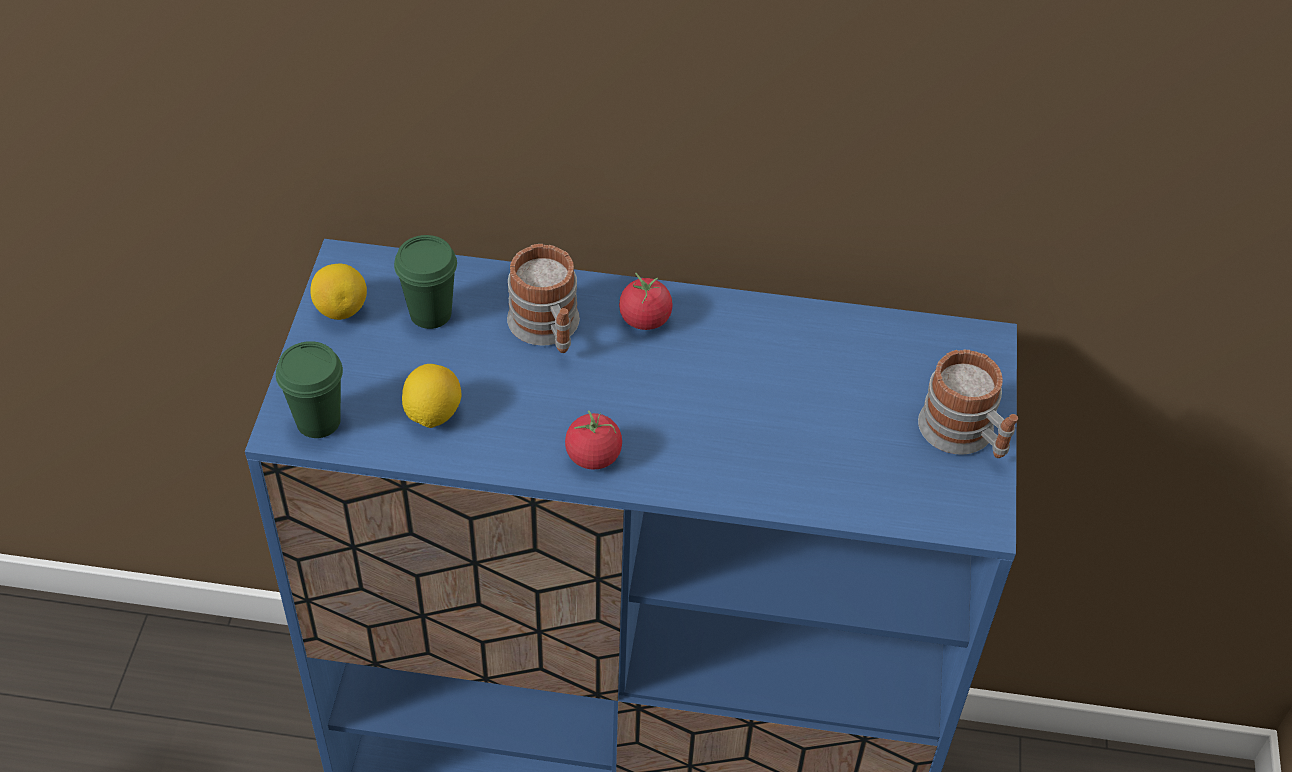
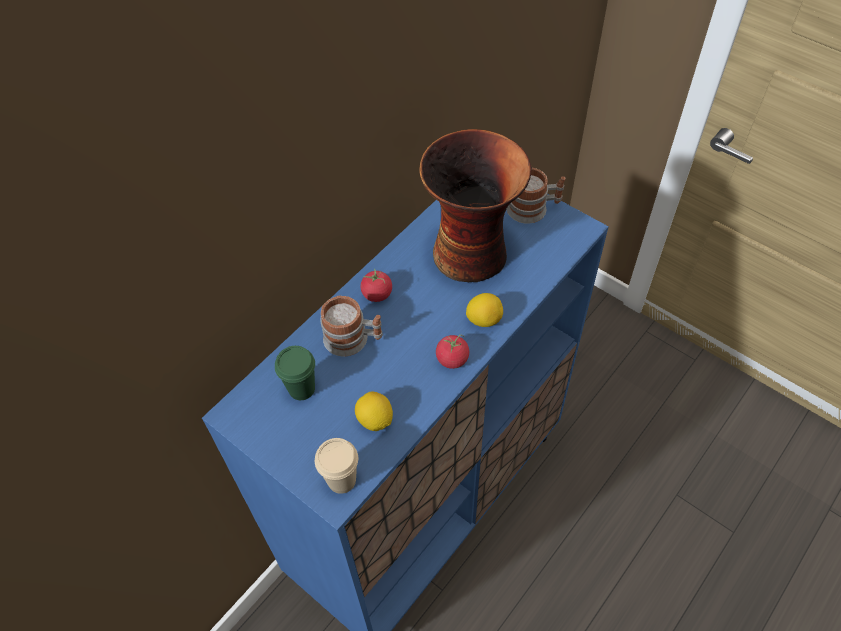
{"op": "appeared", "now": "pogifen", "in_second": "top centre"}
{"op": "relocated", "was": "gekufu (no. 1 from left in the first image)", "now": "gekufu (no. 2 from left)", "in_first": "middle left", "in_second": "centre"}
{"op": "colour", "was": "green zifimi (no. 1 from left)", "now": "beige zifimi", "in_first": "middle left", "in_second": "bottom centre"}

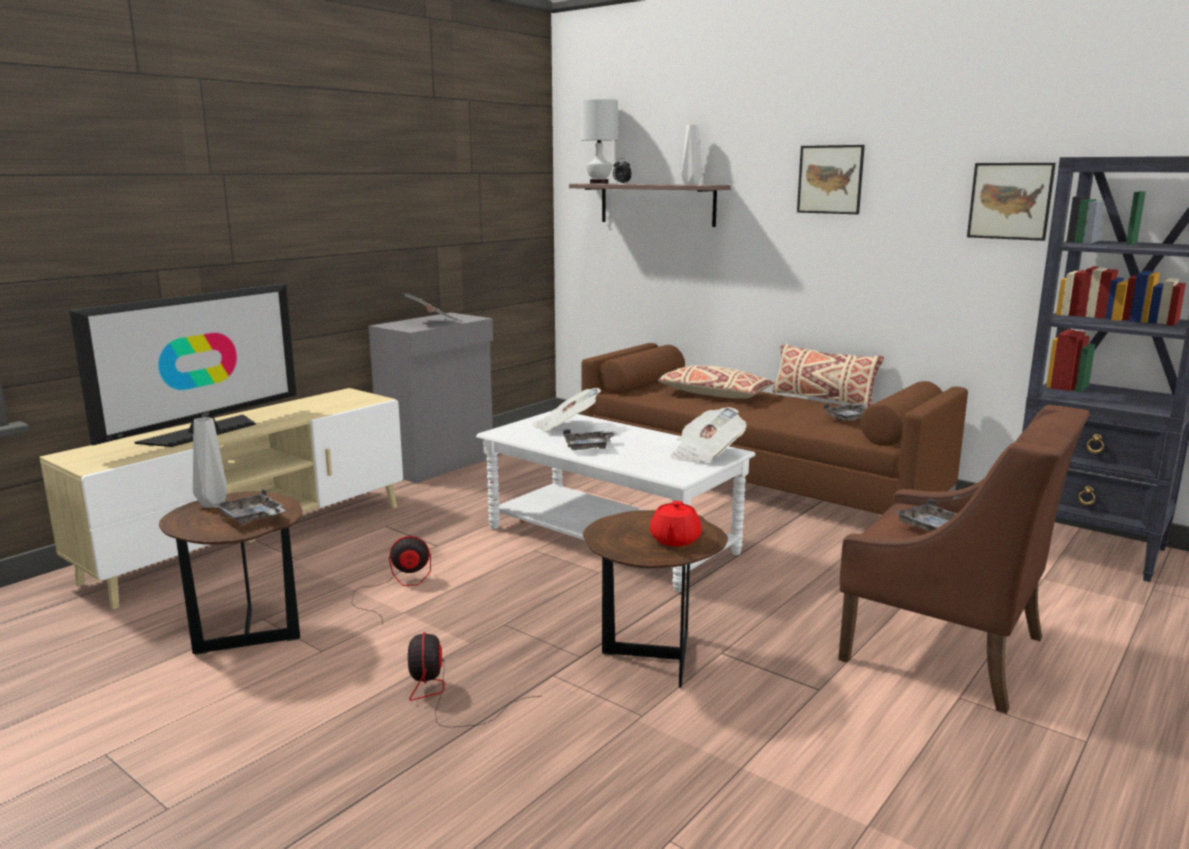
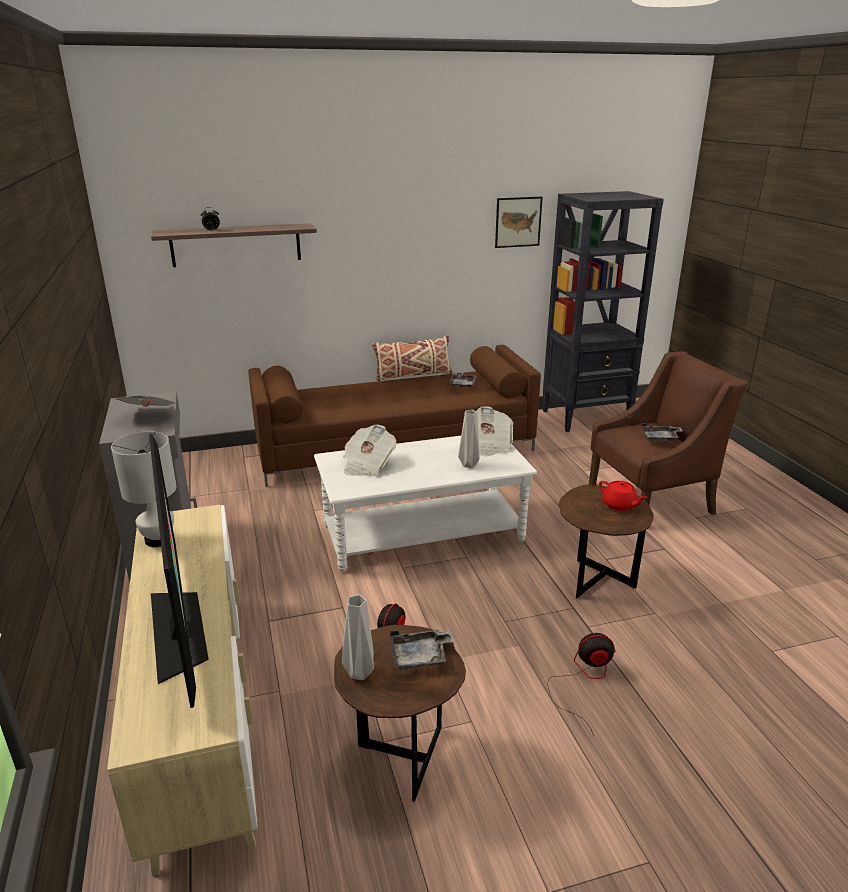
{"op": "missing", "was": "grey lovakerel (no. 2 from left)", "in_first": "centre"}
{"op": "missing", "was": "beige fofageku (no. 1 from left)", "in_first": "centre"}
{"op": "missing", "was": "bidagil (no. 1 from left)", "in_first": "top right"}
{"op": "relocated", "was": "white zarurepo", "in_first": "top centre", "in_second": "middle left"}
{"op": "relocated", "was": "grey pogifen (no. 2 from left)", "in_first": "top centre", "in_second": "centre"}
{"op": "spun", "was": "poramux (no. 2 from left)", "in_first": "bottom centre", "in_second": "bottom right", "clockwise": 150}

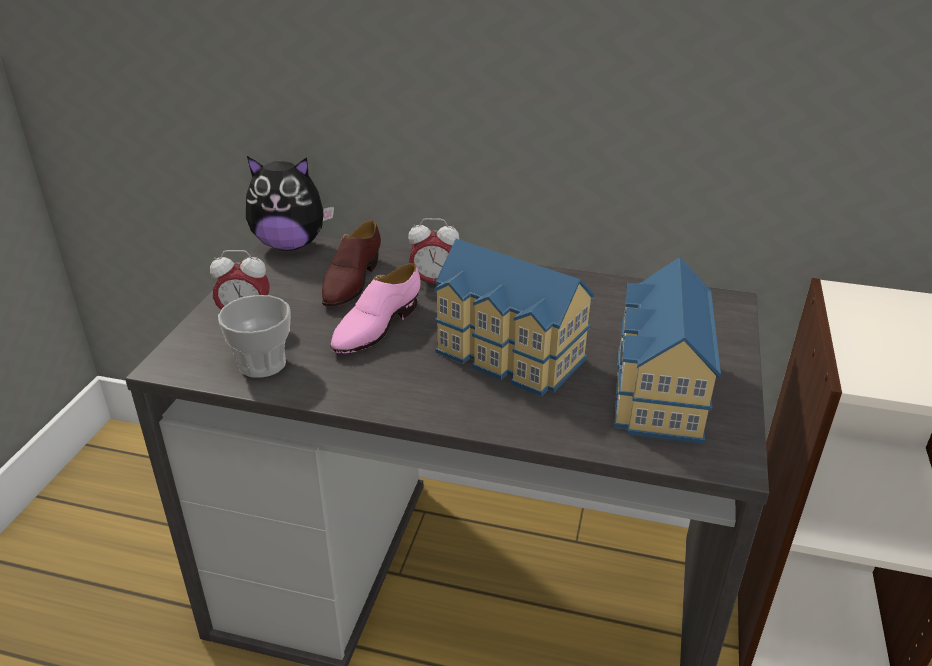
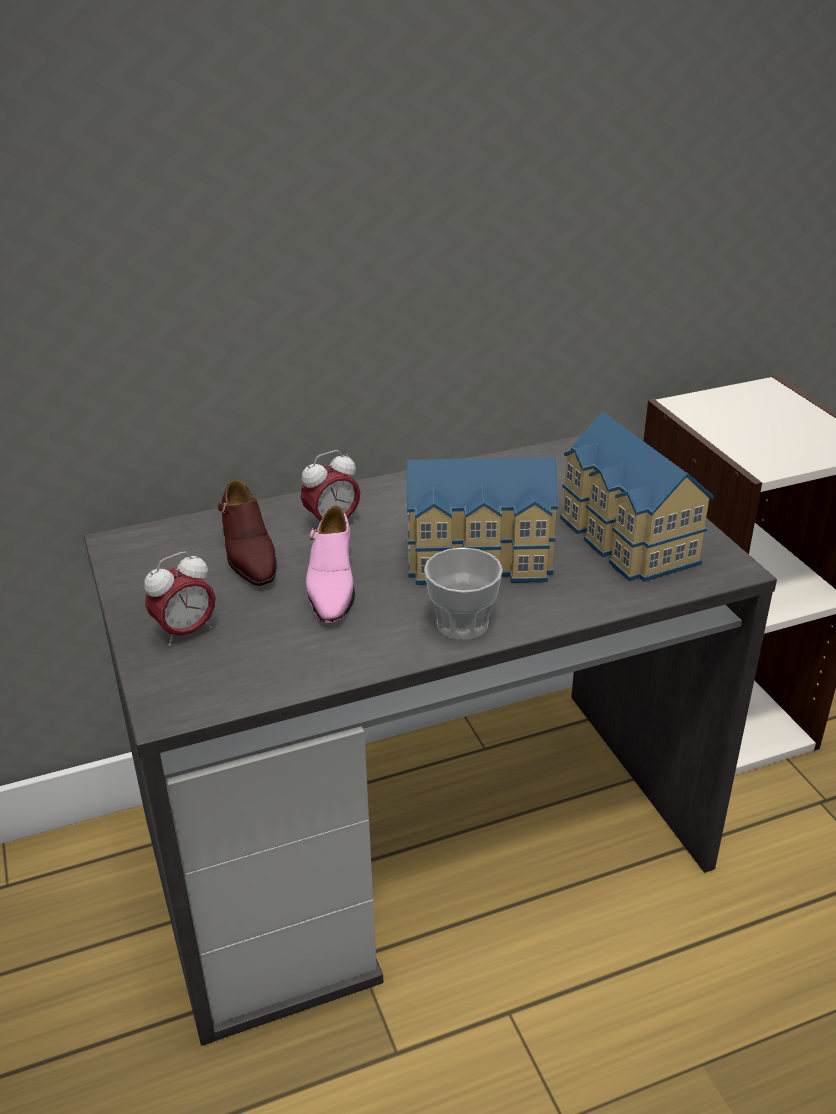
{"op": "missing", "was": "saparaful", "in_first": "top left"}
{"op": "relocated", "was": "zifimi", "in_first": "middle left", "in_second": "centre"}

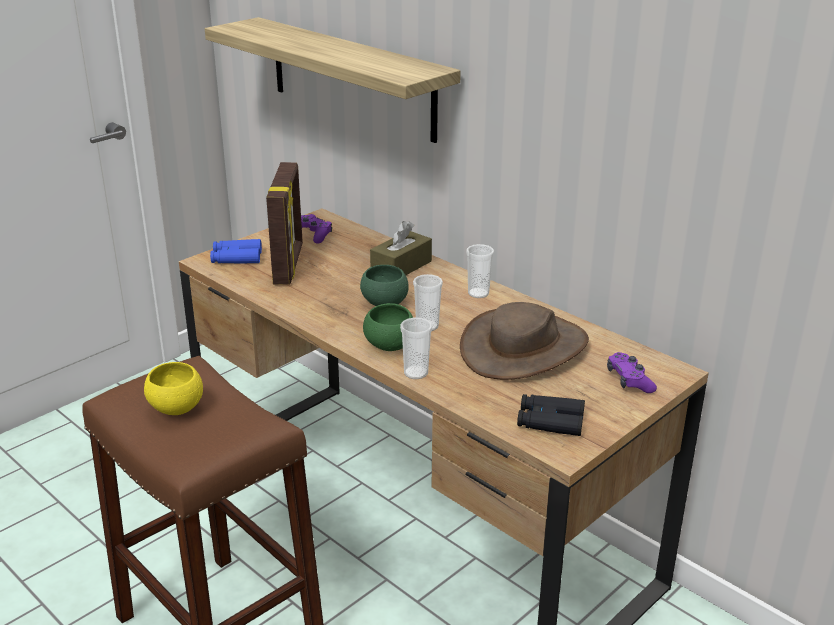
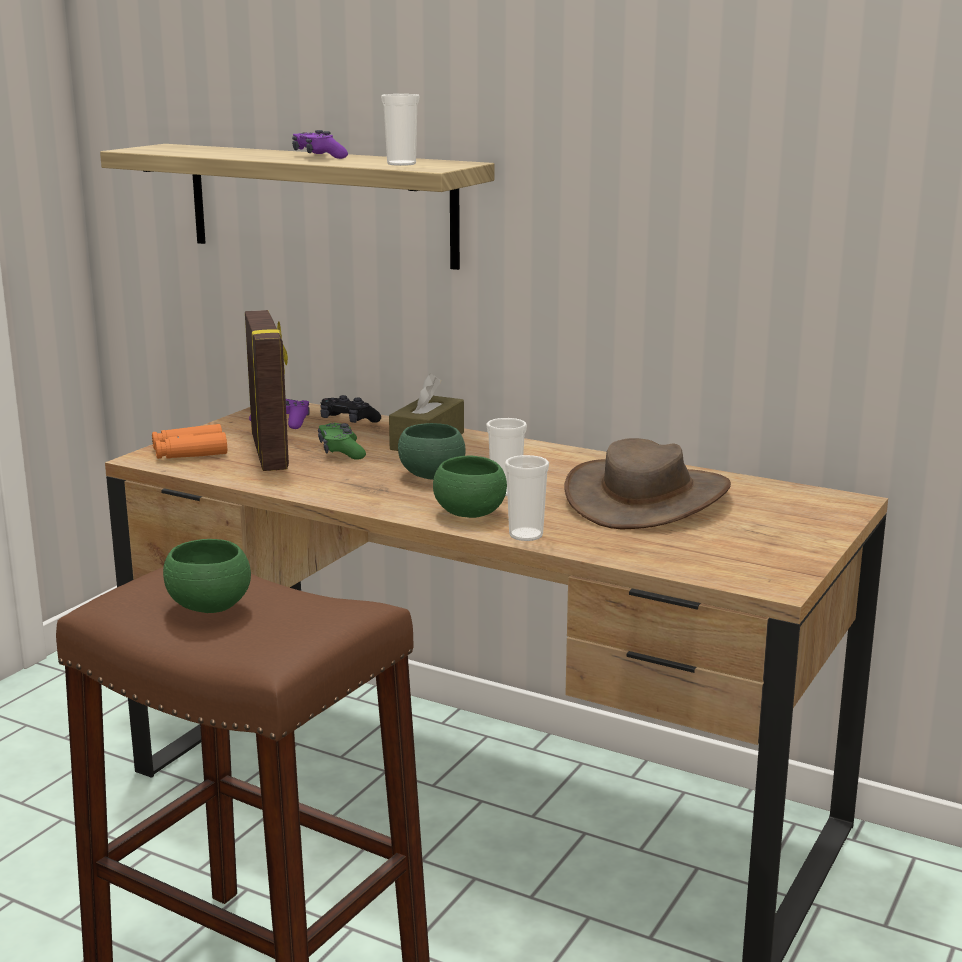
{"op": "missing", "was": "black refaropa", "in_first": "centre"}
{"op": "appeared", "now": "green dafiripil", "in_second": "centre"}
{"op": "appeared", "now": "black dafiripil", "in_second": "centre"}
{"op": "relocated", "was": "zifimi (no. 3 from left in the first image)", "now": "zifimi (no. 1 from left)", "in_first": "centre", "in_second": "top centre"}
{"op": "relocated", "was": "purple dafiripil (no. 2 from left)", "in_first": "middle right", "in_second": "top left"}
{"op": "colour", "was": "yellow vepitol", "now": "green vepitol (no. 1 from left)", "in_first": "middle left", "in_second": "middle left"}
{"op": "colour", "was": "blue refaropa", "now": "orange refaropa", "in_first": "middle left", "in_second": "middle left"}

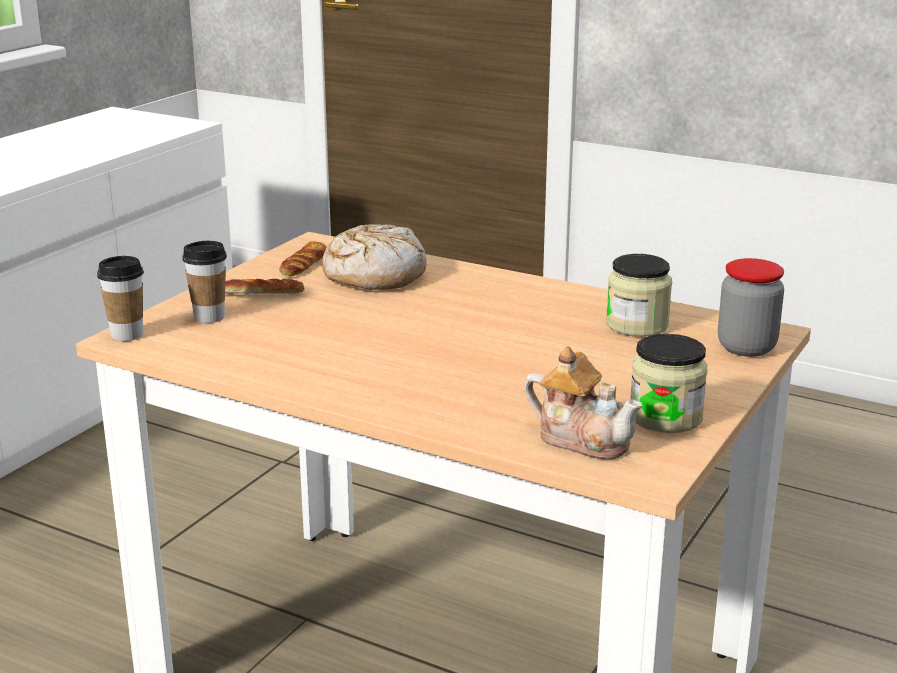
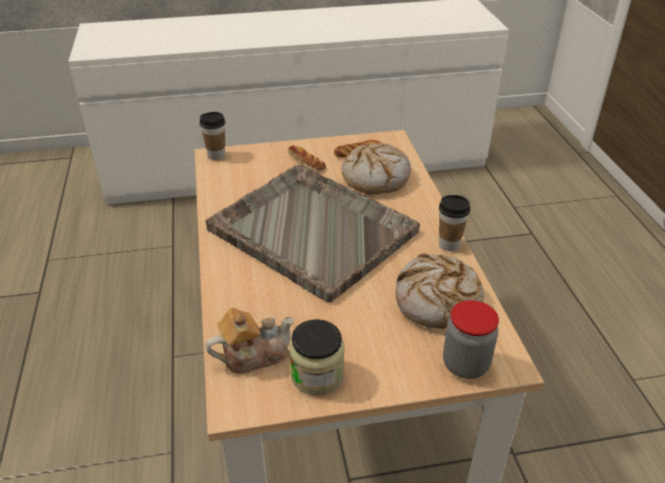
{"op": "appeared", "now": "grey lovakerel", "in_second": "centre"}
{"op": "relocated", "was": "zifimi (no. 2 from left)", "in_first": "middle left", "in_second": "middle right"}
{"op": "exchanged", "was": "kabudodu (no. 1 from left)", "now": "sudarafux (no. 4 from left)", "in_first": "middle right", "in_second": "centre"}
{"op": "spun", "was": "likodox", "in_first": "centre", "in_second": "bottom centre", "clockwise": -105}

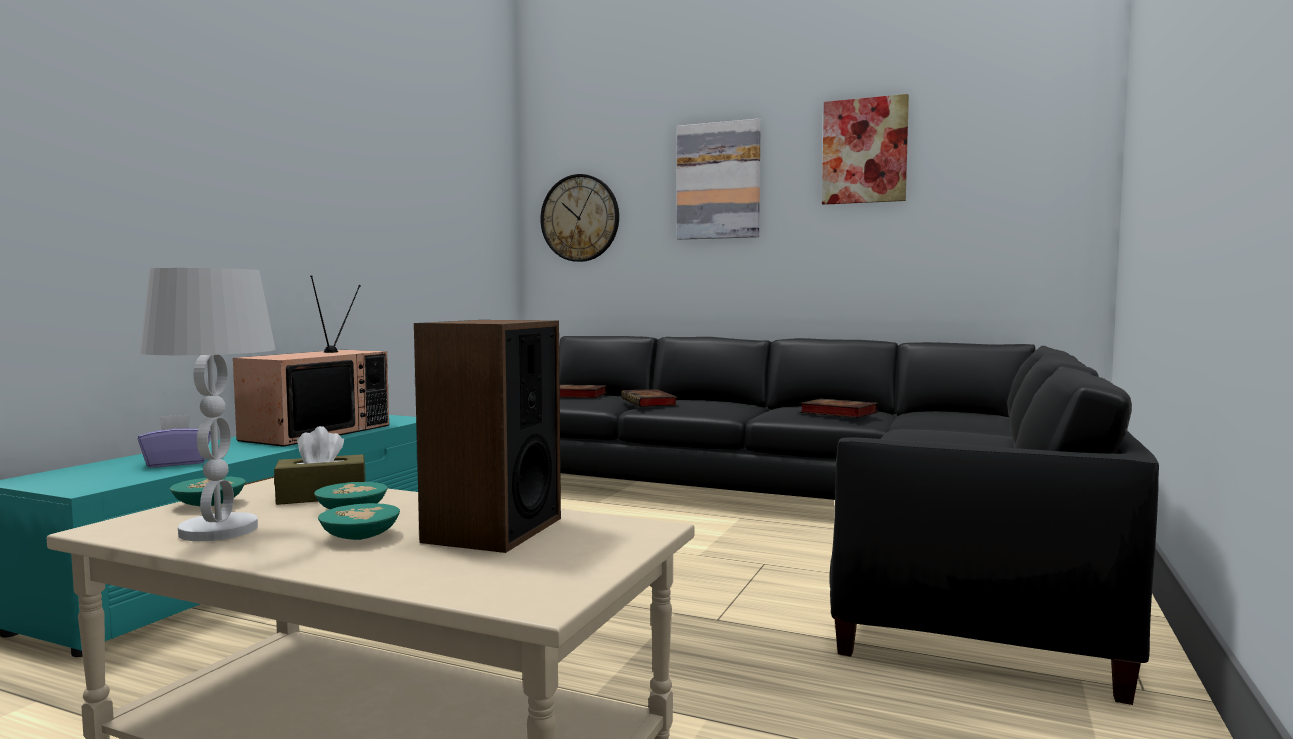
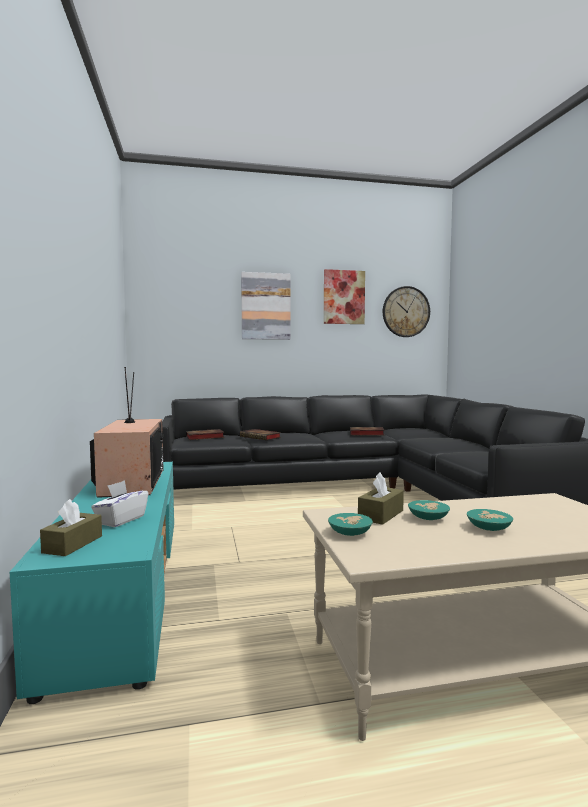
{"op": "missing", "was": "white zarurepo", "in_first": "middle left"}
{"op": "missing", "was": "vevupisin", "in_first": "centre"}
{"op": "appeared", "now": "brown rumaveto (no. 1 from left)", "in_second": "middle left"}
{"op": "relocated", "was": "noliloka", "in_first": "top centre", "in_second": "middle right"}
{"op": "colour", "was": "purple rumaveto", "now": "white rumaveto", "in_first": "middle left", "in_second": "middle left"}

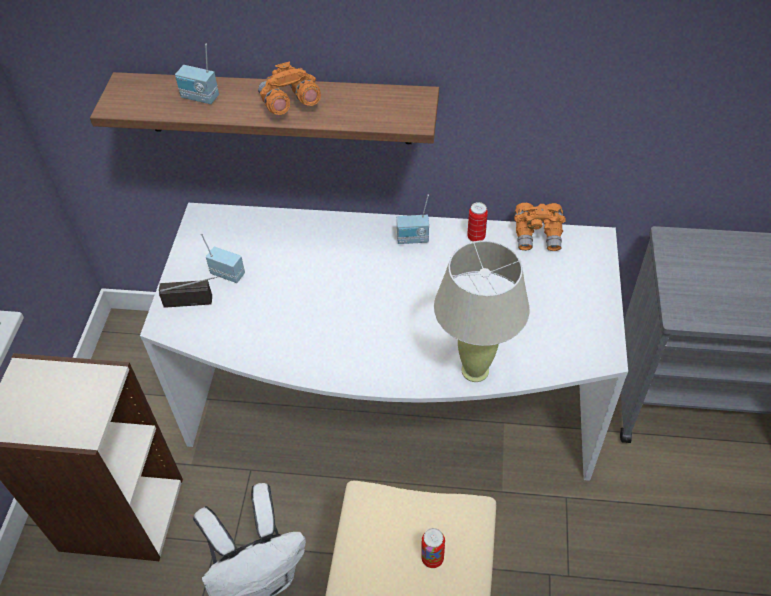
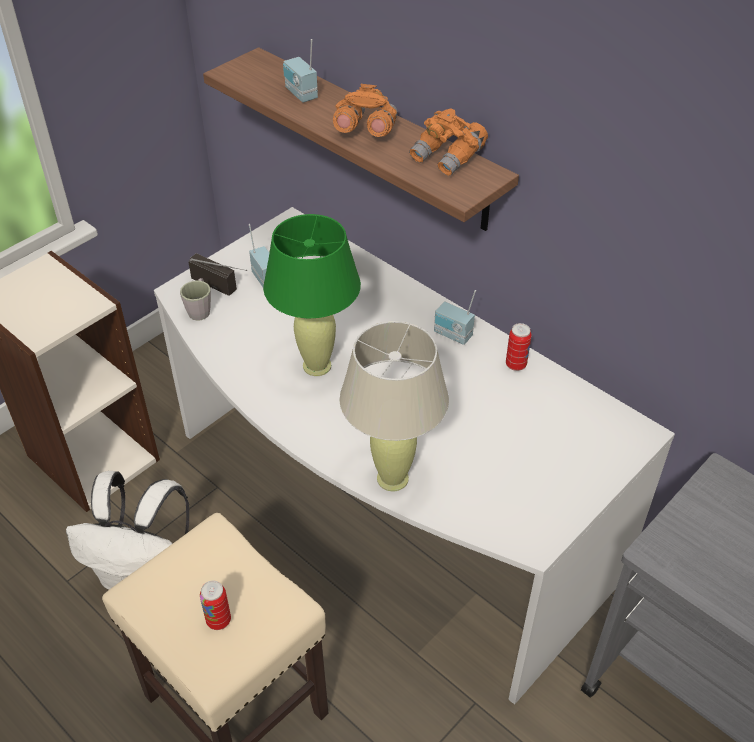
{"op": "appeared", "now": "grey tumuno", "in_second": "middle left"}
{"op": "appeared", "now": "green zarurepo", "in_second": "centre"}
{"op": "relocated", "was": "orange refaropa (no. 2 from left)", "in_first": "middle right", "in_second": "top centre"}

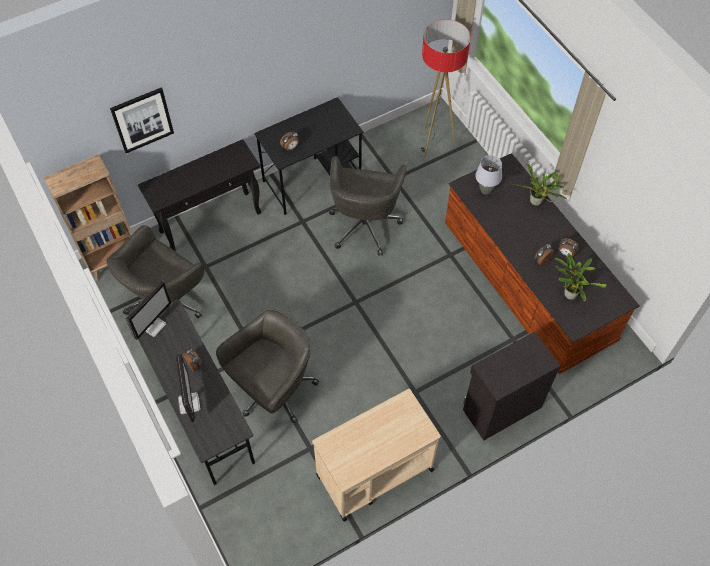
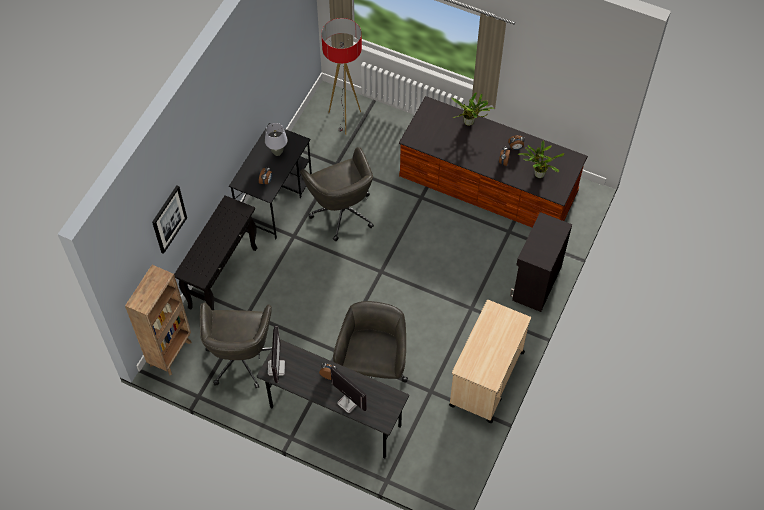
{"op": "relocated", "was": "grey zarurepo", "in_first": "top right", "in_second": "top centre"}

